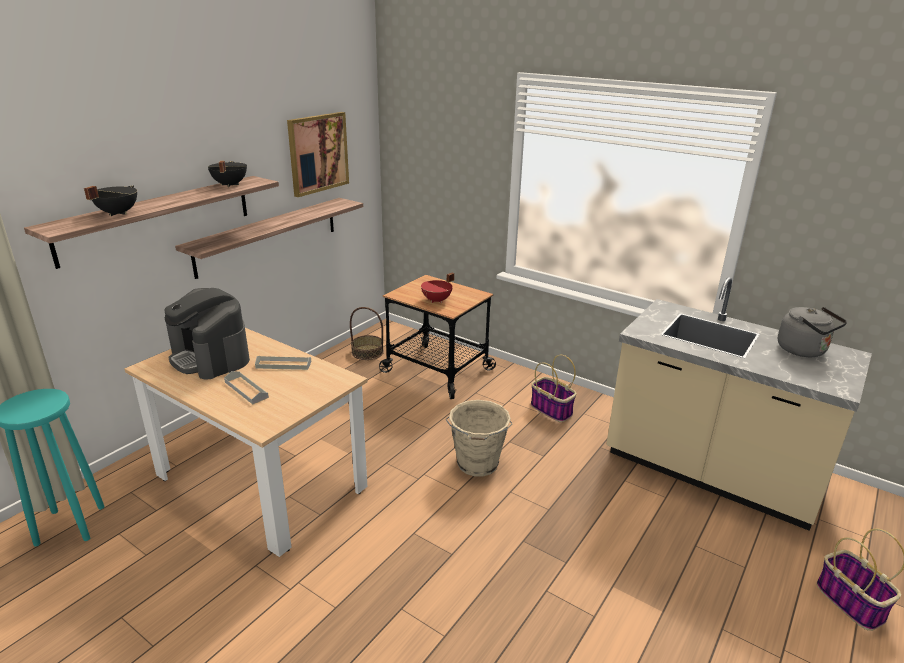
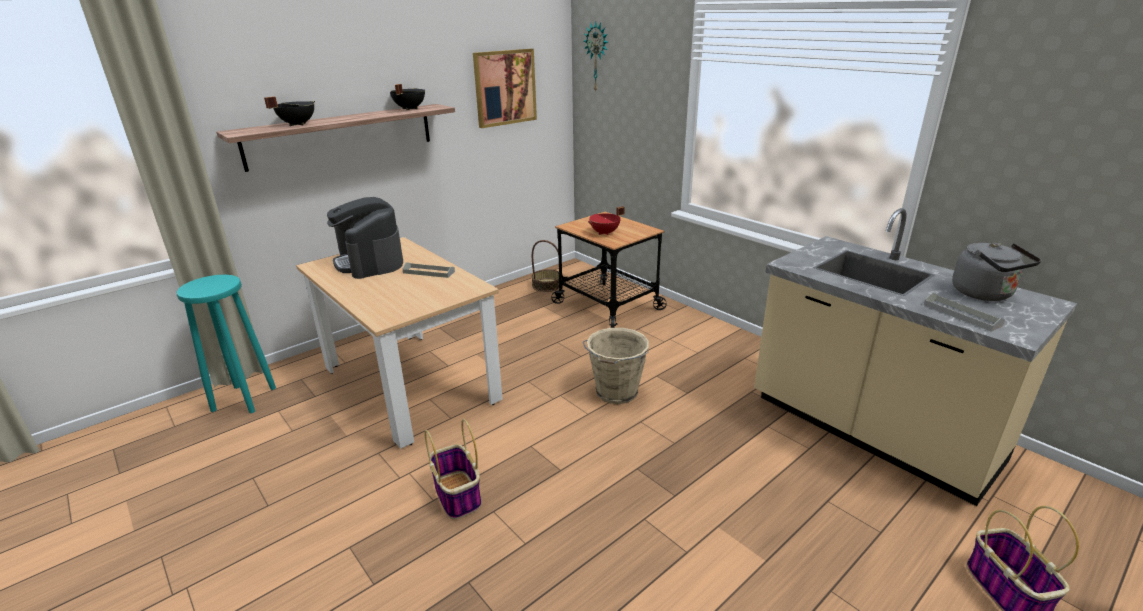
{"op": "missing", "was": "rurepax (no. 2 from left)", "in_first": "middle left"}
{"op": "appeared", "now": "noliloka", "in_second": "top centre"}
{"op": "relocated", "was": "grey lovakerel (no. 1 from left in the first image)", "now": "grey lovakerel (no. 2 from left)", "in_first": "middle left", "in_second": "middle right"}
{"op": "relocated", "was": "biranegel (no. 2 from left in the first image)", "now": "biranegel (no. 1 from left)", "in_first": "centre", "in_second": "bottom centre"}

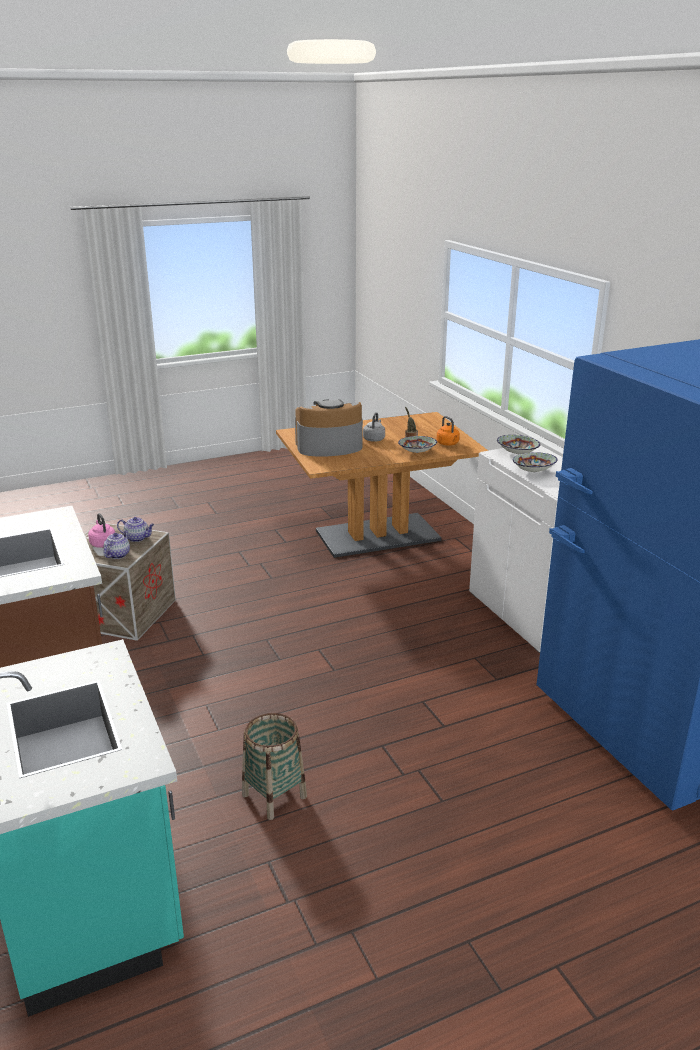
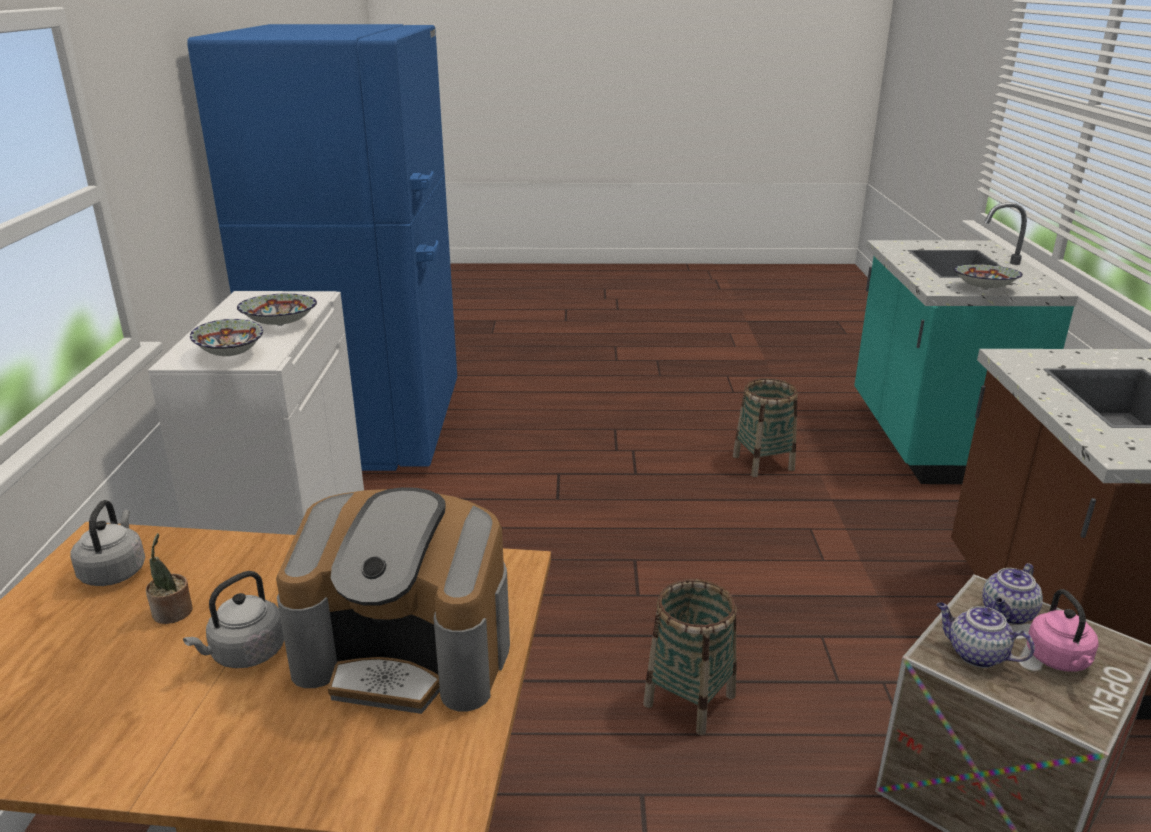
{"op": "appeared", "now": "biranegel (no. 1 from left)", "in_second": "bottom centre"}
{"op": "relocated", "was": "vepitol (no. 1 from left in the first image)", "now": "vepitol (no. 3 from left)", "in_first": "centre", "in_second": "top right"}
{"op": "colour", "was": "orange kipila", "now": "grey kipila (no. 1 from left)", "in_first": "centre", "in_second": "middle left"}

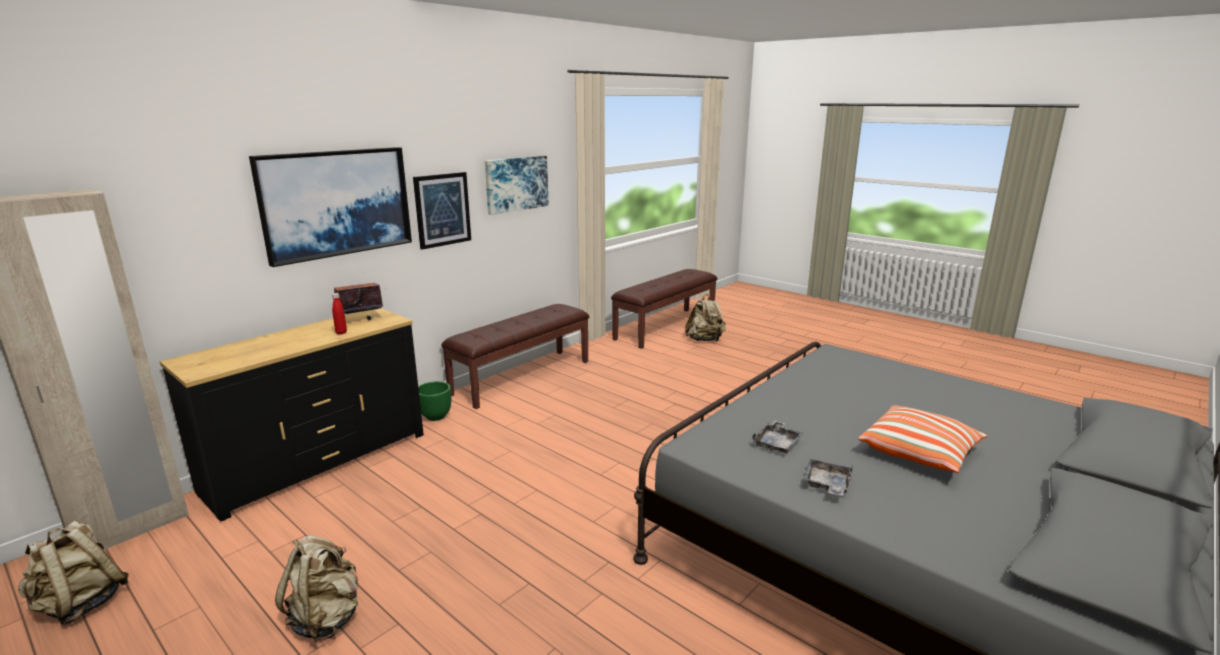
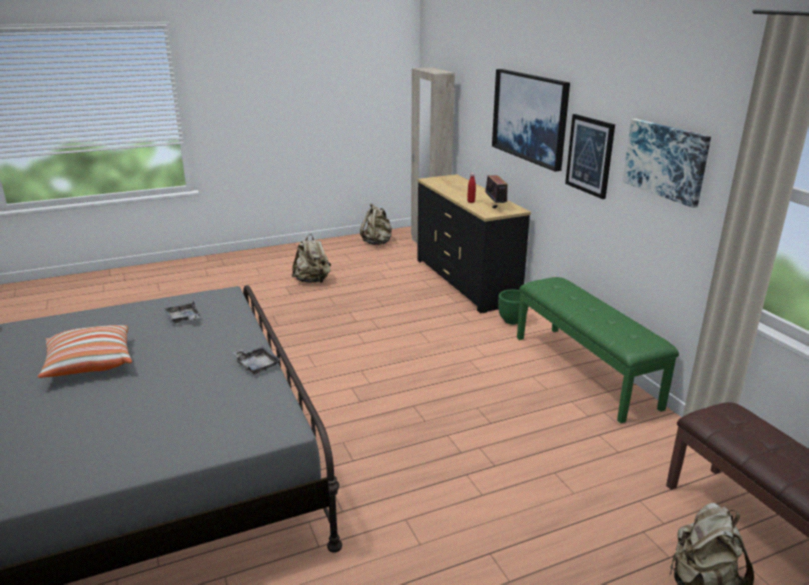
{"op": "relocated", "was": "grey lovakerel (no. 2 from left)", "in_first": "bottom right", "in_second": "middle left"}
{"op": "colour", "was": "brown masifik (no. 1 from left)", "now": "green masifik", "in_first": "centre", "in_second": "middle right"}

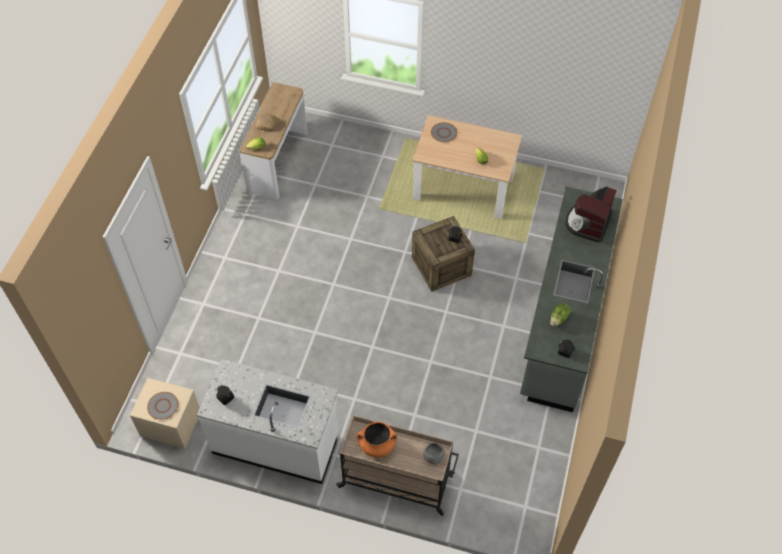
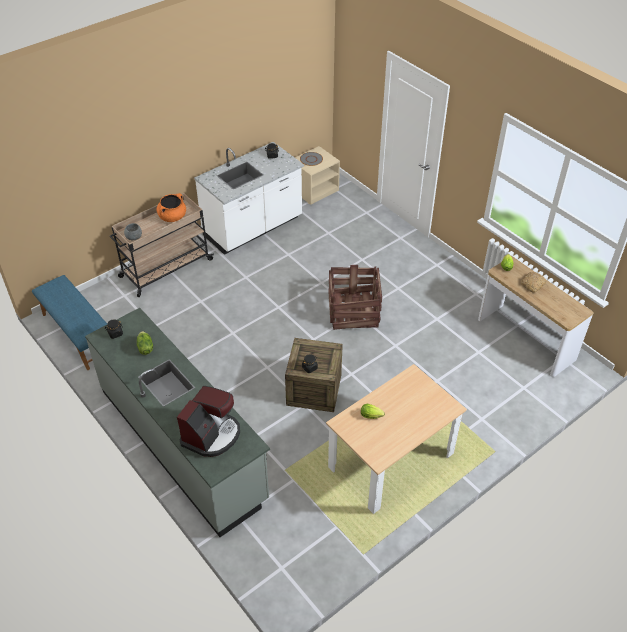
{"op": "missing", "was": "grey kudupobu (no. 2 from left)", "in_first": "top centre"}
{"op": "appeared", "now": "blue masifik", "in_second": "middle left"}
{"op": "appeared", "now": "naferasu (no. 2 from left)", "in_second": "centre"}
{"op": "spun", "was": "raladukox", "in_first": "middle right", "in_second": "middle left", "clockwise": 60}

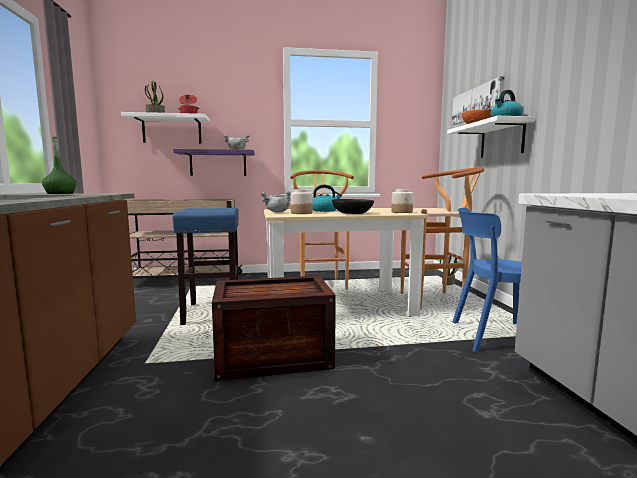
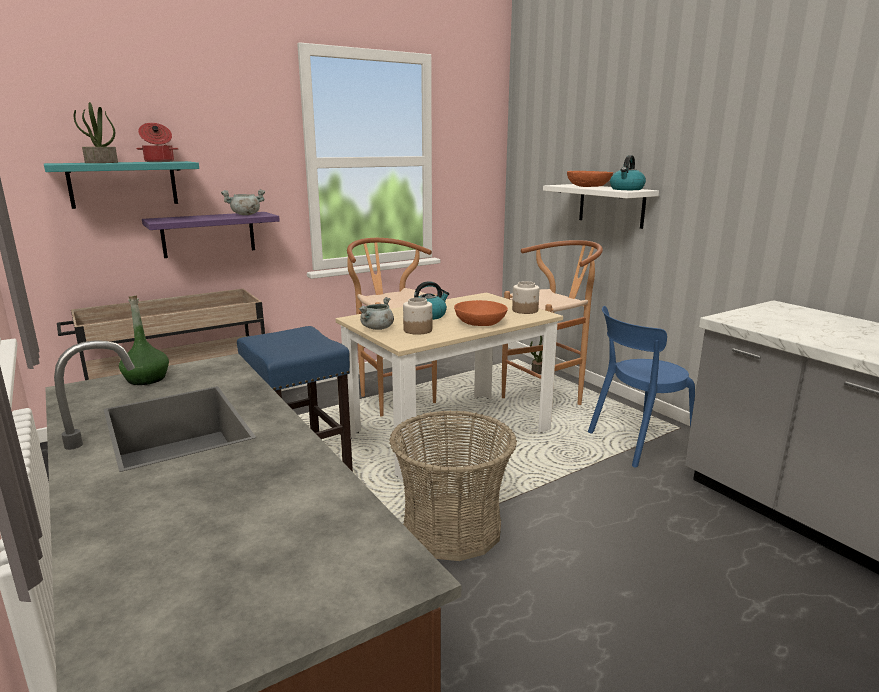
{"op": "missing", "was": "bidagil", "in_first": "top right"}
{"op": "exchanged", "was": "naferasu", "now": "biranegel", "in_first": "bottom centre", "in_second": "bottom centre"}
{"op": "colour", "was": "white rurepax (no. 1 from left)", "now": "turquoise rurepax", "in_first": "top left", "in_second": "top left"}
{"op": "colour", "was": "black vepitol", "now": "orange vepitol (no. 1 from left)", "in_first": "centre", "in_second": "centre"}

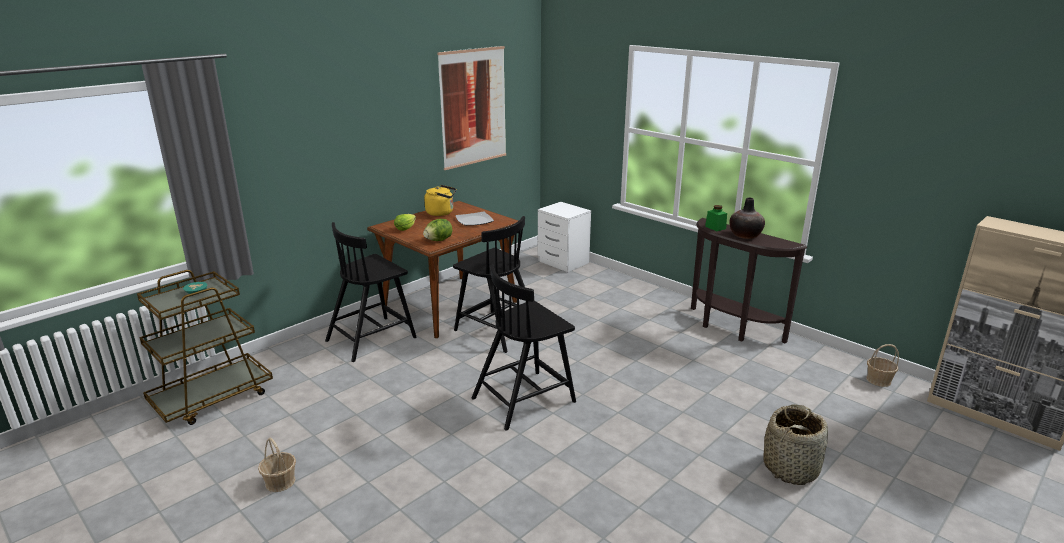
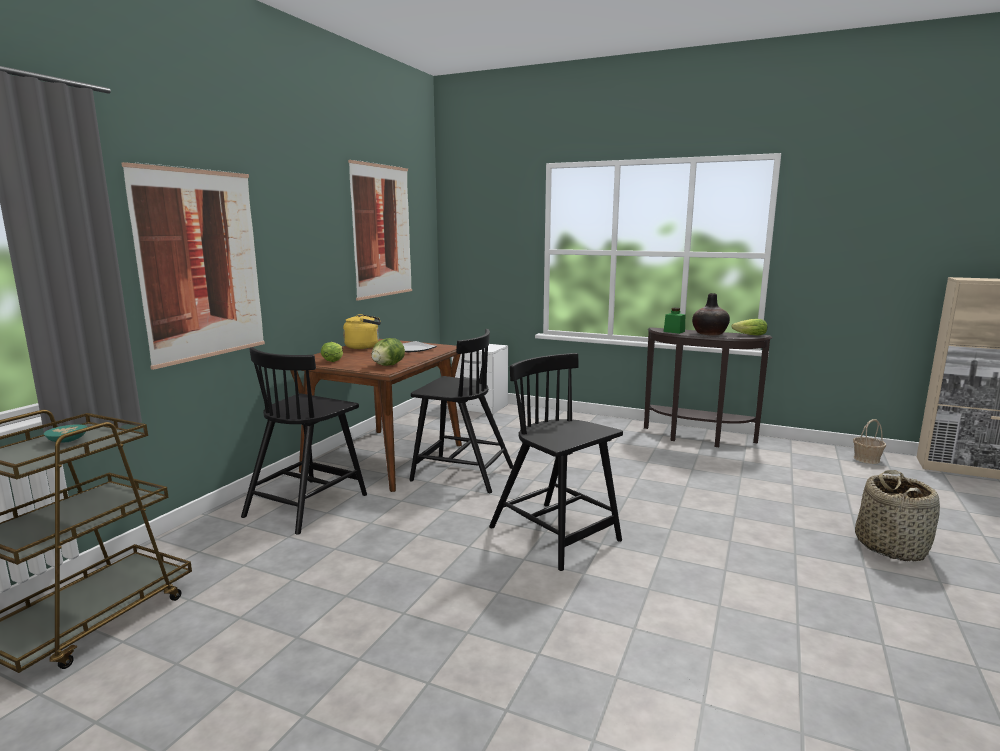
{"op": "missing", "was": "biranegel (no. 1 from left)", "in_first": "bottom left"}
{"op": "appeared", "now": "bidagil (no. 1 from left)", "in_second": "middle left"}
{"op": "appeared", "now": "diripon (no. 3 from left)", "in_second": "middle right"}
{"op": "spun", "was": "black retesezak (no. 3 from left)", "in_first": "centre", "in_second": "centre", "clockwise": 105}

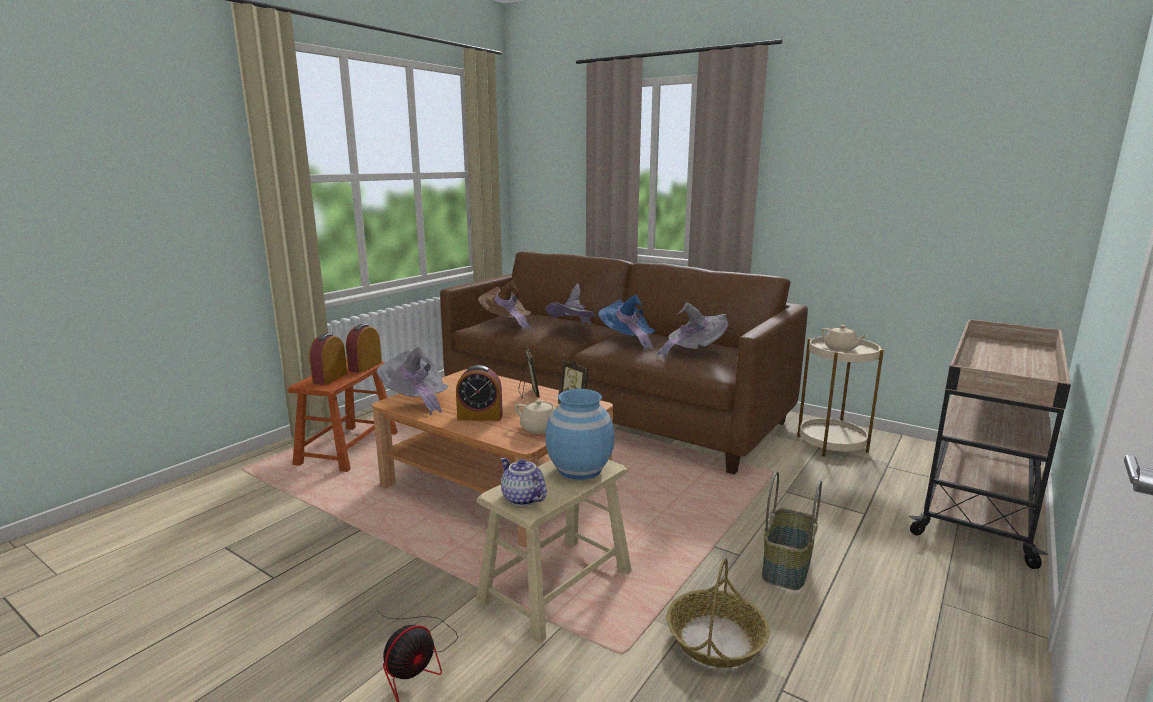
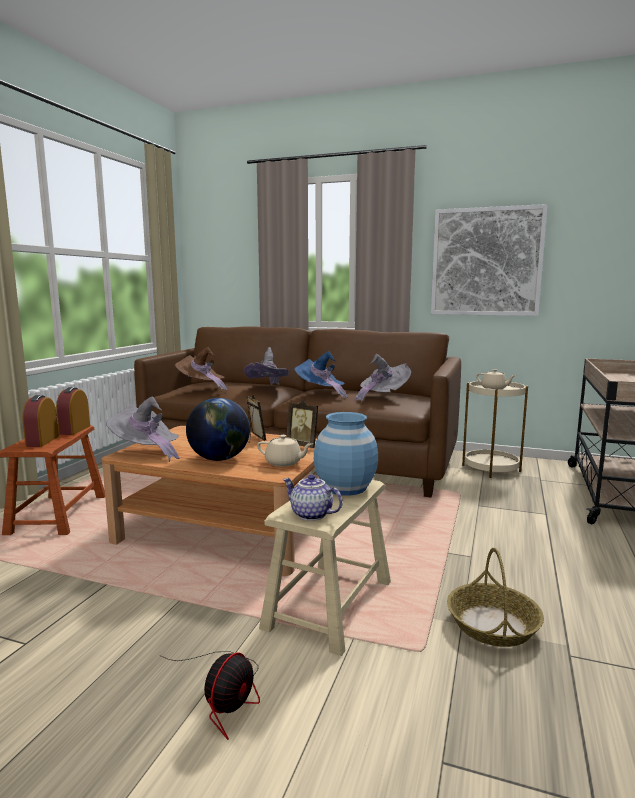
{"op": "missing", "was": "biranegel (no. 2 from left)", "in_first": "bottom right"}
{"op": "appeared", "now": "bidagil", "in_second": "top right"}
{"op": "exchanged", "was": "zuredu (no. 3 from left)", "now": "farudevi", "in_first": "centre", "in_second": "centre"}

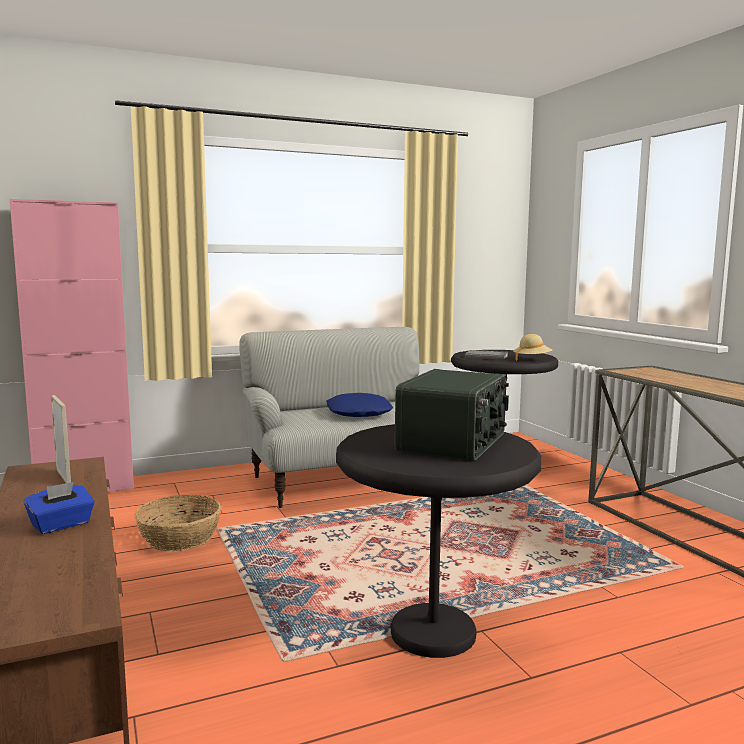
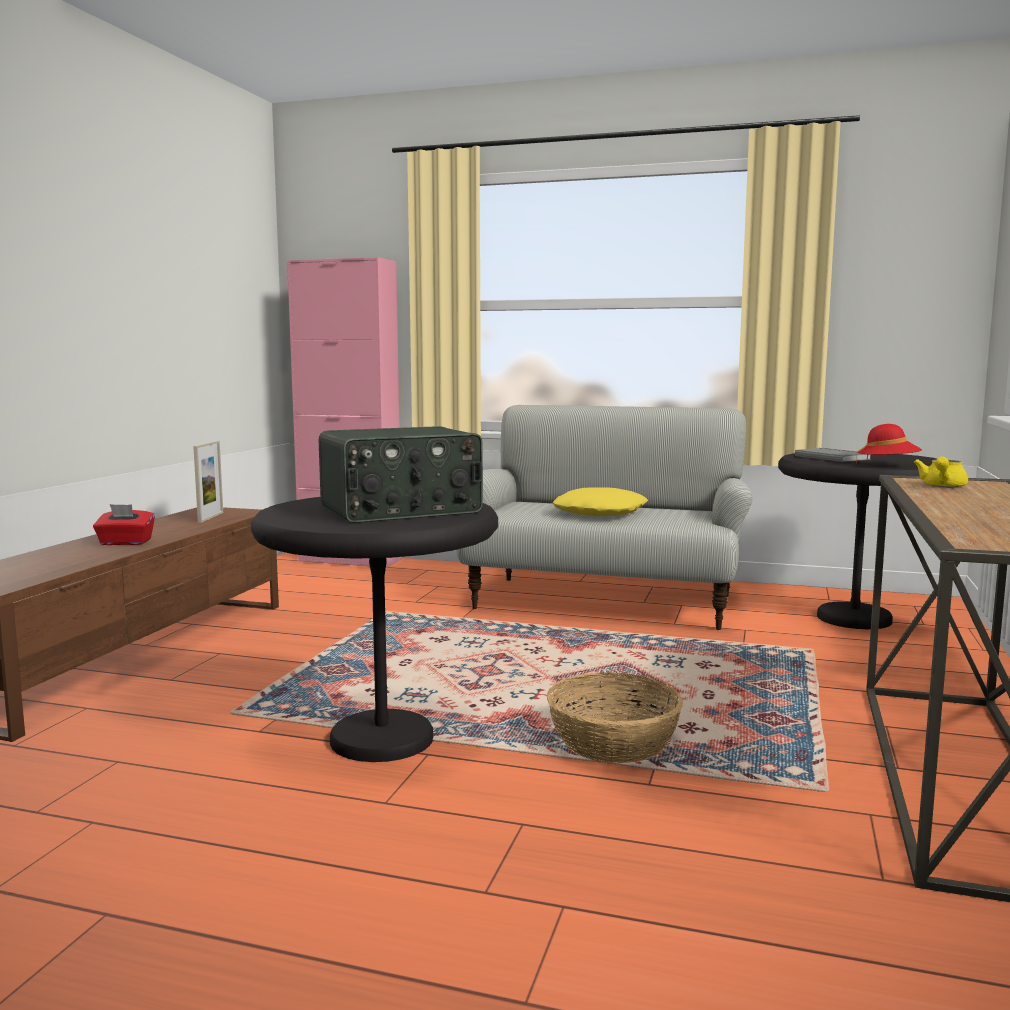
{"op": "appeared", "now": "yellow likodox", "in_second": "middle right"}
{"op": "relocated", "was": "biranegel", "in_first": "bottom left", "in_second": "bottom centre"}
{"op": "colour", "was": "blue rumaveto", "now": "red rumaveto", "in_first": "bottom left", "in_second": "middle left"}
{"op": "colour", "was": "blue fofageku", "now": "yellow fofageku", "in_first": "centre", "in_second": "centre"}
{"op": "colour", "was": "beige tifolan", "now": "red tifolan", "in_first": "middle right", "in_second": "middle right"}

